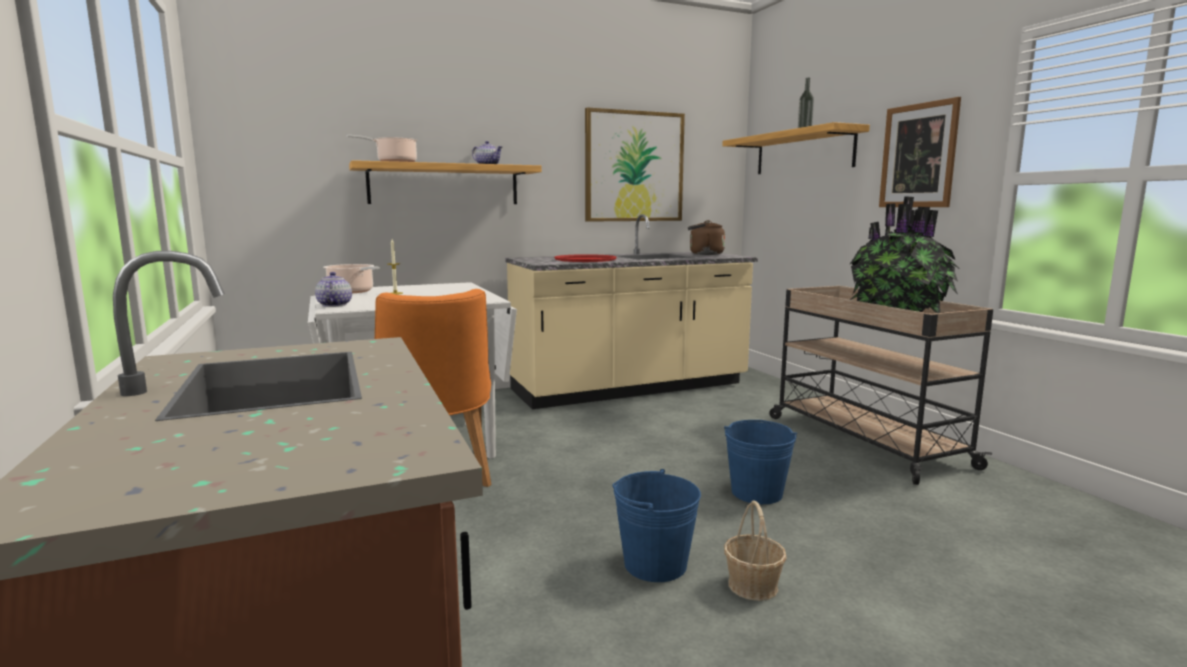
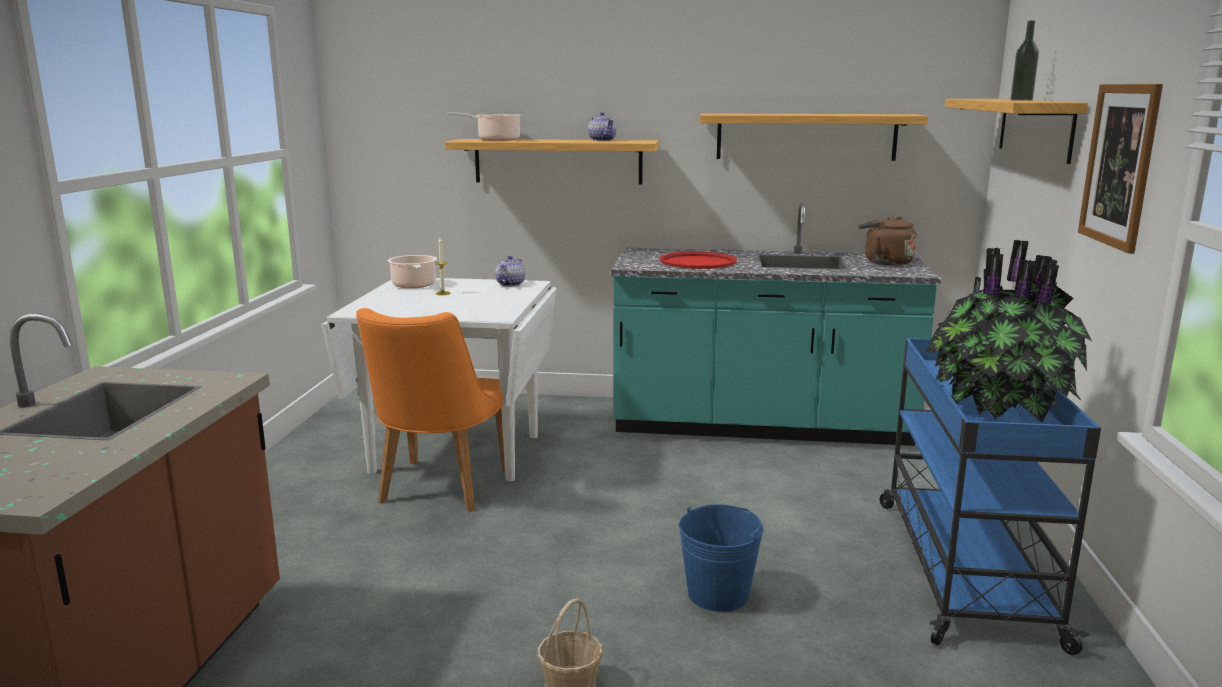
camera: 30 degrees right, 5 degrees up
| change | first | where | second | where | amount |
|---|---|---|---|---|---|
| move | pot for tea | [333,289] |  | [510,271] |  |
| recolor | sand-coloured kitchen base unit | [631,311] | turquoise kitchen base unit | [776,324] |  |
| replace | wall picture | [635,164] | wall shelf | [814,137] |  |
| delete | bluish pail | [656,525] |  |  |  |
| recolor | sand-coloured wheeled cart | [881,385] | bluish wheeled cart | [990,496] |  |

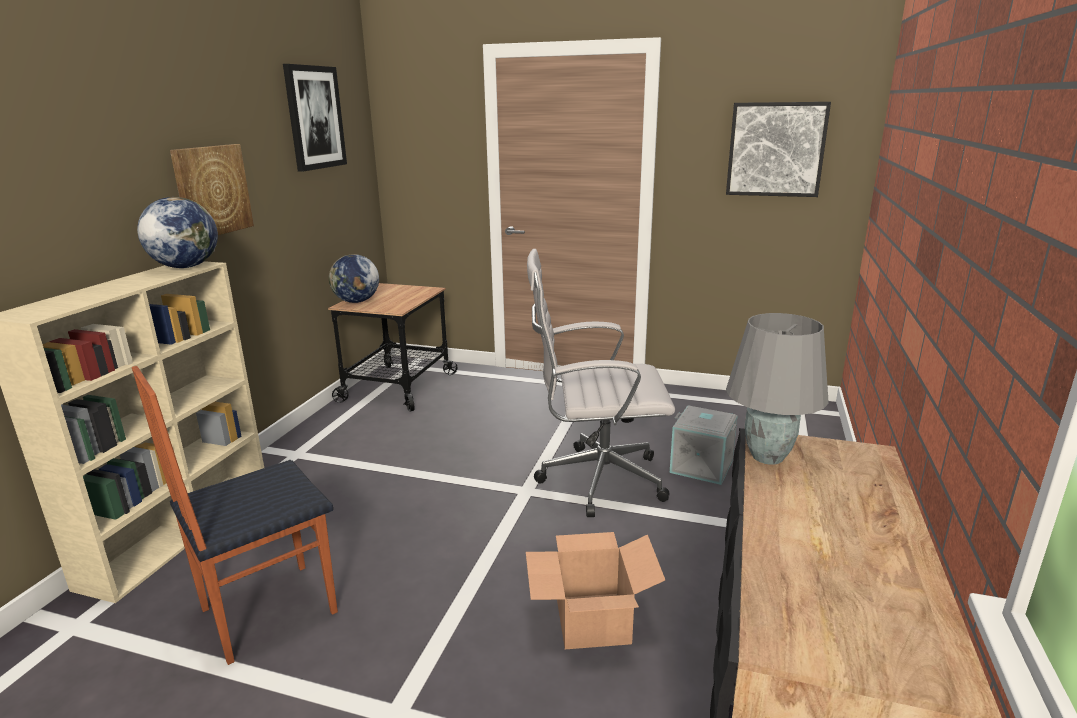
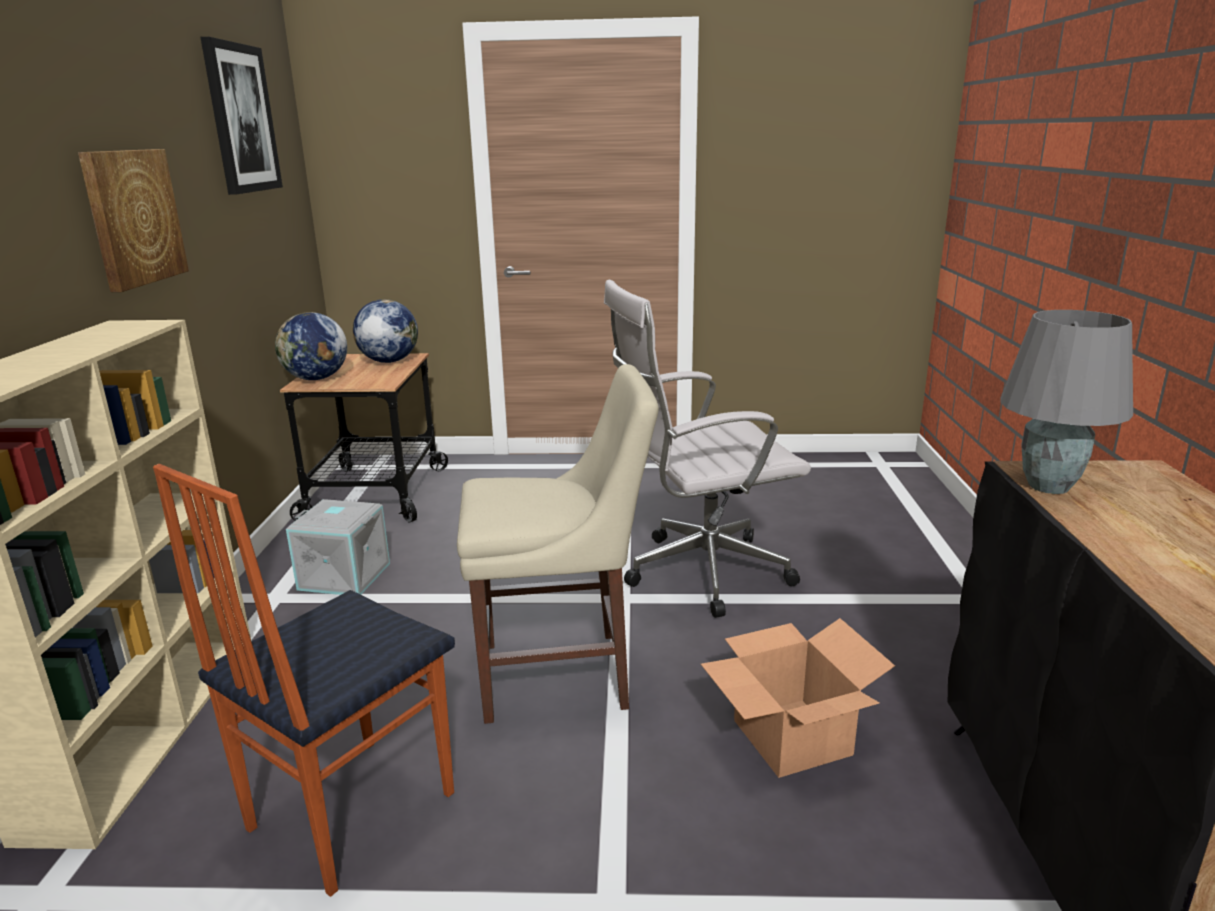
camera: 15 degrees left, 0 degrees up
| change | first | where | second | where | amount |
|---|---|---|---|---|---|
| move | globe | [177,232] |  | [385,331] |  |
| move | gray storage container | [703,445] |  | [338,547] |  |
| delete | wall picture | [778,149] |  |  |  |
| insert |  |  | sand-coloured chair | [558,544] |  |

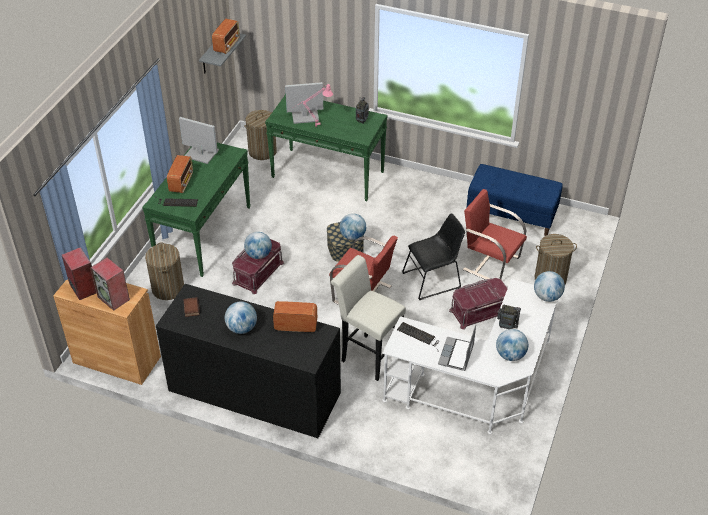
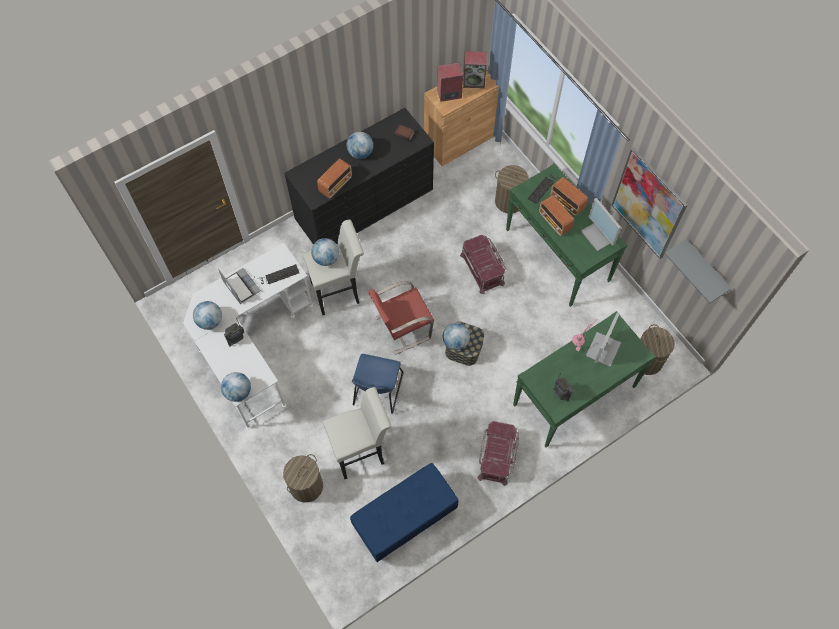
camera: 125 degrees right, 20 degrees up
| change | first | where | second | where | amount |
|---|---|---|---|---|---|
| rotate | computer display | [199,140] |  | [601,224] | 90 degrees clockwise |
| move | radio set | [226,36] |  | [556,215] |  |
| move | globe | [258,245] |  | [325,252] |  |
| recolor | black chair | [433,256] | bluish chair | [378,384] |  |
| move | red-coloured storage container | [478,304] |  | [498,453] |  |
| replace | red-coloured chair | [495,234] | whitish stool seat | [357,433] |  |
| insert |  |  | wall picture | [649,203] |  |

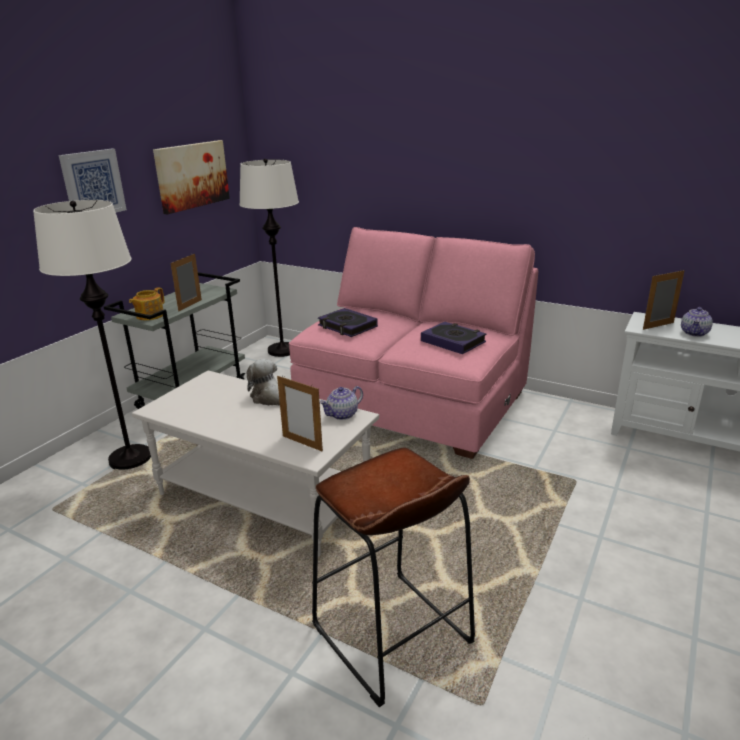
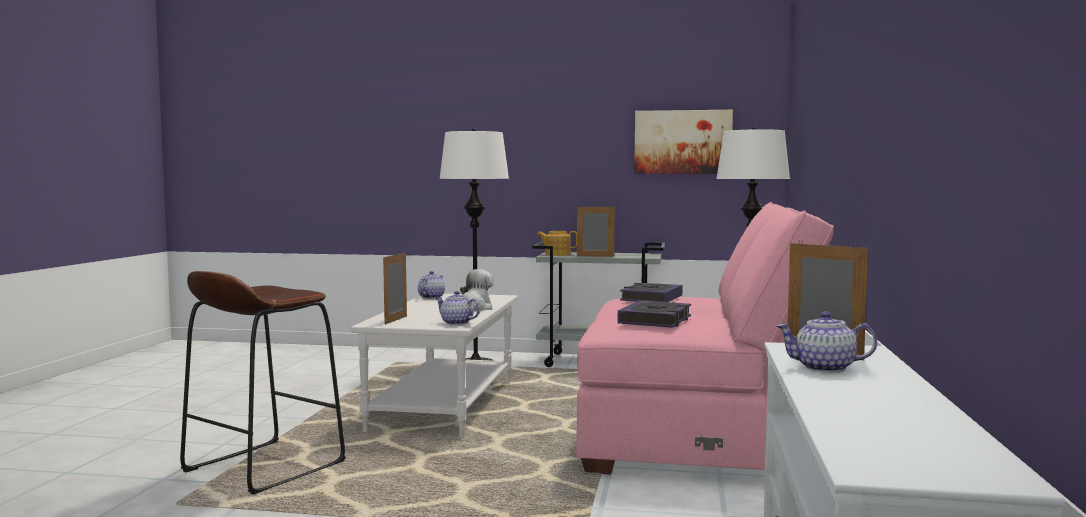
camera: 70 degrees right, 20 degrees down
| change | first | where | second | where | amount |
|---|---|---|---|---|---|
| delete | wall picture | [93,180] |  |  |  |
| insert |  |  | pot for tea | [431,285] |  |

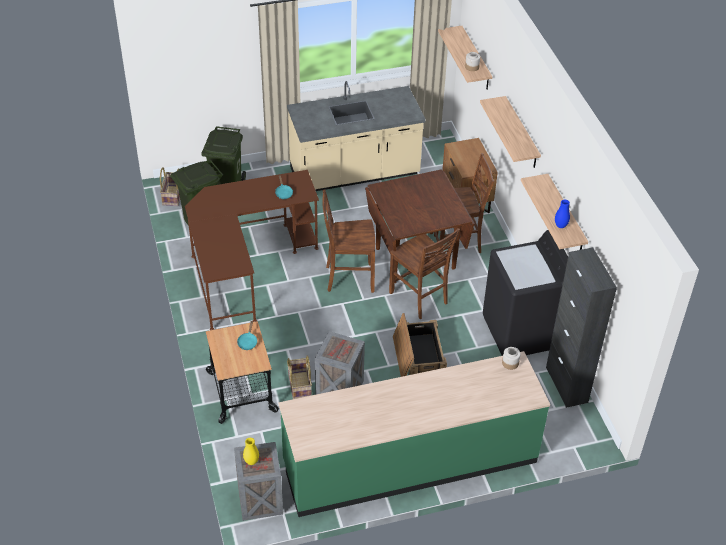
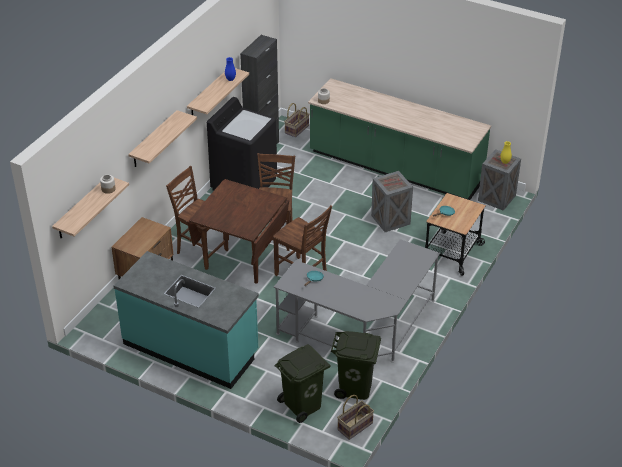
camera: 135 degrees left, 5 degrees down
| change | first | where | second | where | amount |
|---|---|---|---|---|---|
| recolor | brown-coloured desk | [252,250] | gray desk | [357,301] |  |
| recolor | sand-coloured kitchen base unit | [356,136] | turquoise kitchen base unit | [186,320] |  |
| move | basket | [299,377] |  | [296,120] |  |
| delete | shipping crate | [420,345] |  |  |  |

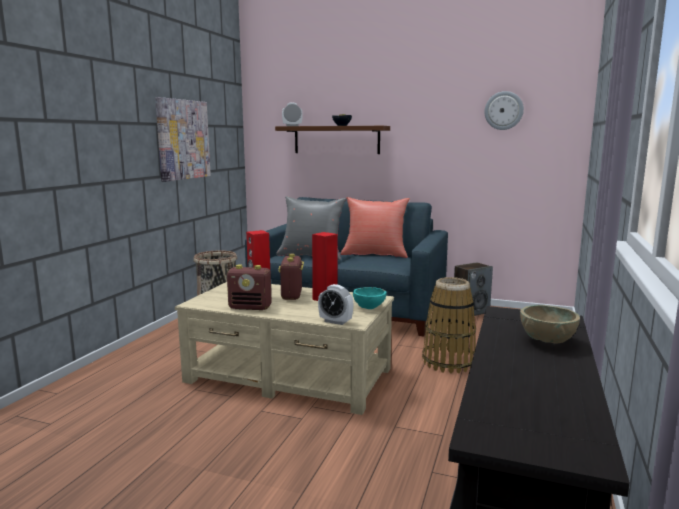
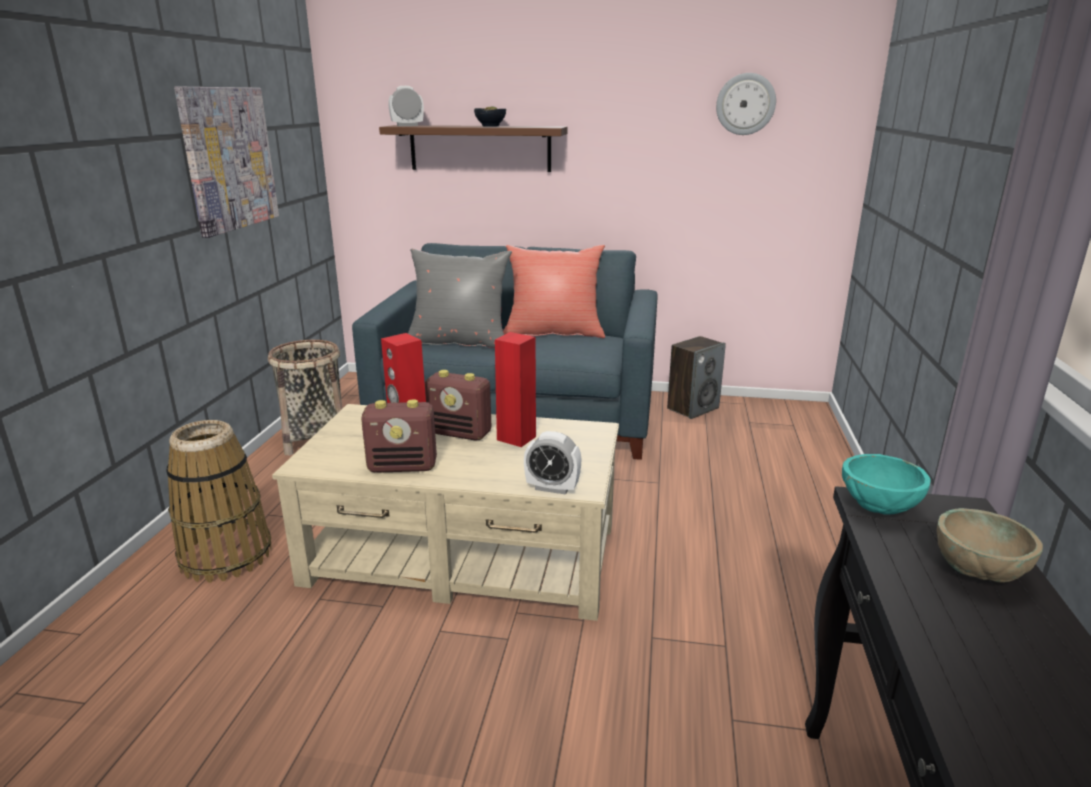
camera: 10 degrees left, 10 degrees up
| change | first | where | second | where | amount |
|---|---|---|---|---|---|
| rotate | radio set | [291,276] |  | [458,405] | 60 degrees counterclockwise |
| move | turquoise bowl | [369,298] |  | [886,484] |  |
| move | basket | [449,325] |  | [218,501] |  |

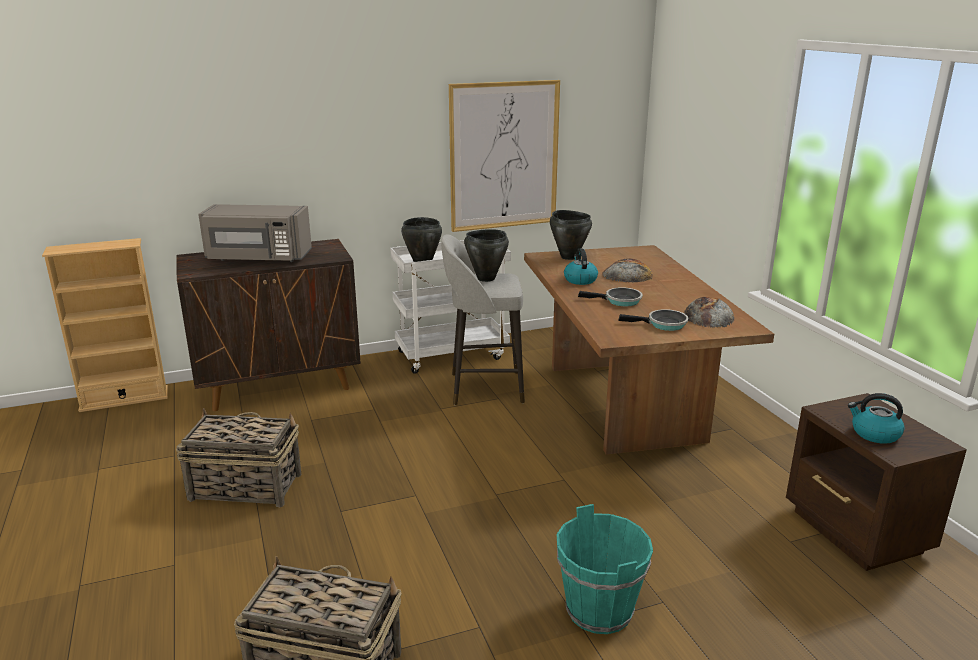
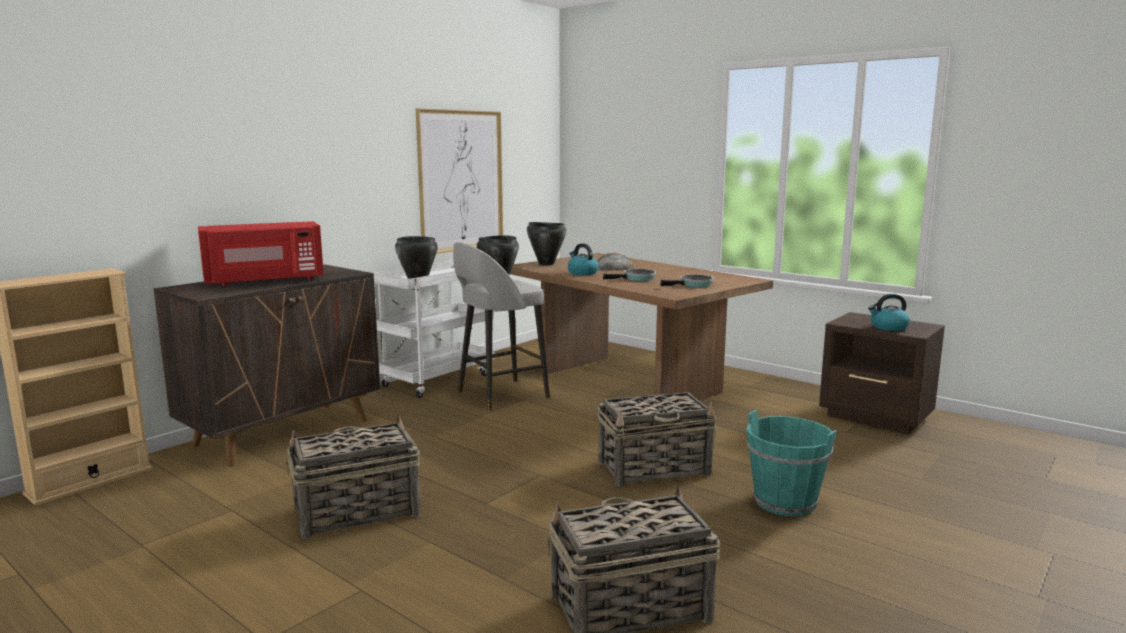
camera: 30 degrees left, 10 degrees down
| change | first | where | second | where | amount |
|---|---|---|---|---|---|
| recolor | gray kitchen microwave | [255,233] | red-coloured kitchen microwave | [261,253] |  |
| delete | baked bread | [709,312] |  |  |  |
| insert |  |  | basket | [657,439] |  |

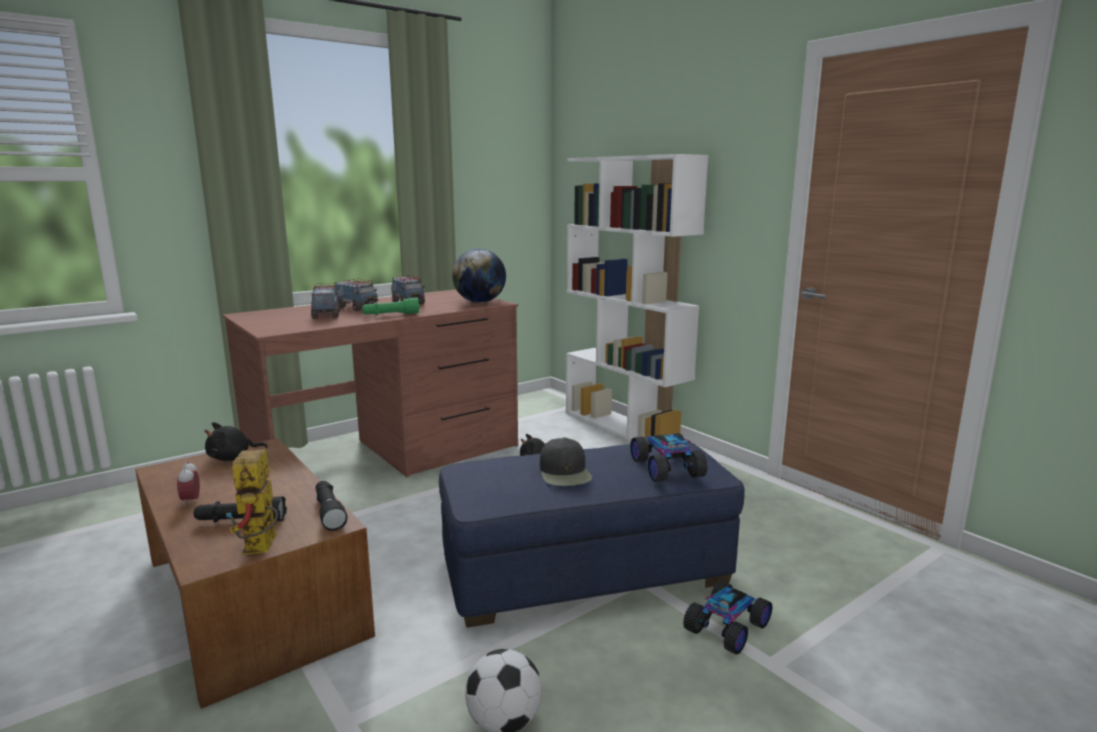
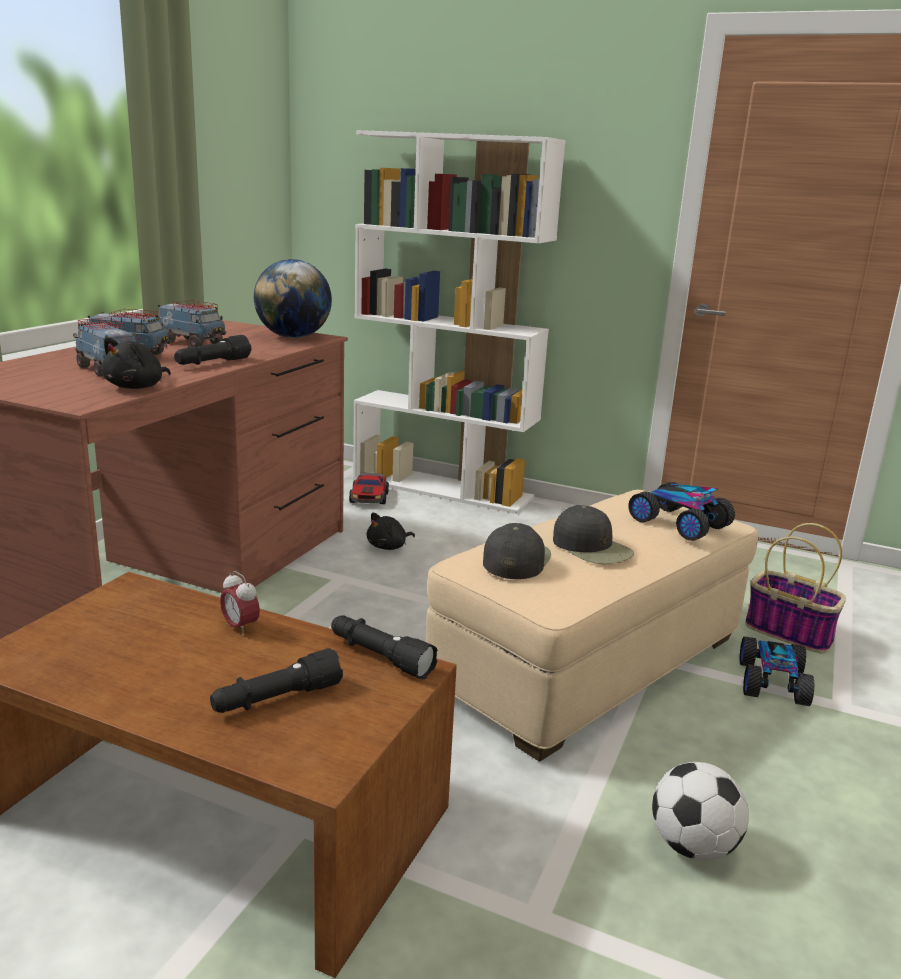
camera: 30 degrees left, 5 degrees up
| change | first | where | second | where | amount |
|---|---|---|---|---|---|
| move | table clock | [188,484] |  | [240,603] |  |
| move | black cuddly toy | [236,441] |  | [136,363] |  |
| delete | toy robot | [251,502] |  |  |  |
| recolor | green-coloured torch | [391,306] | black torch | [212,350] |  |
| recolor | bluish ottoman | [592,535] | sand-coloured ottoman | [592,626] |  |
| insert |  |  | model car | [369,488] |  |
| insert |  |  | black baseball cap | [517,551] |  |
| insert |  |  | basket | [795,588] |  |

